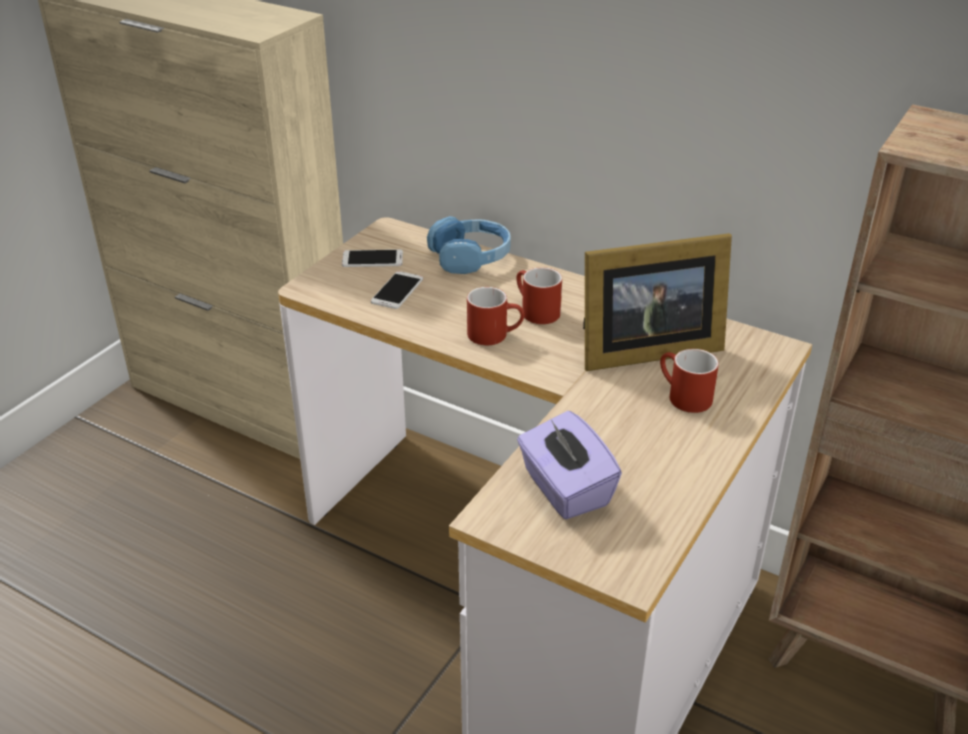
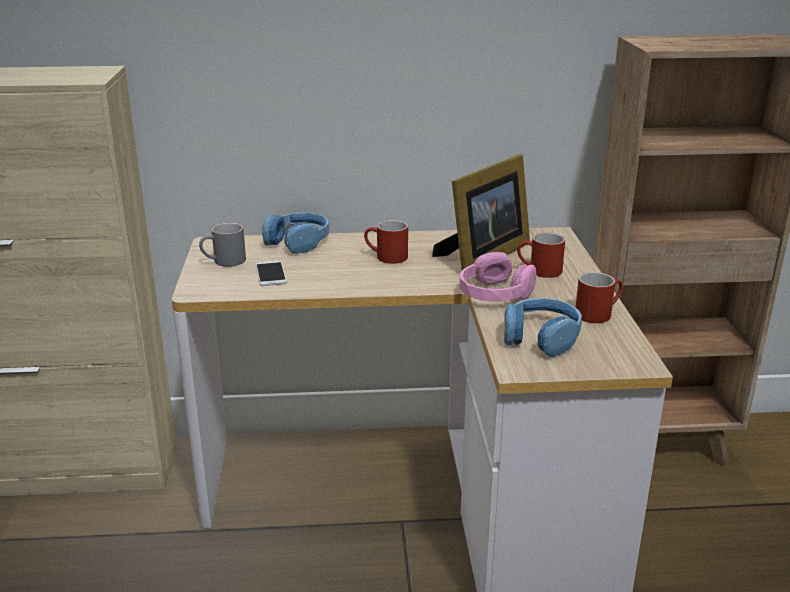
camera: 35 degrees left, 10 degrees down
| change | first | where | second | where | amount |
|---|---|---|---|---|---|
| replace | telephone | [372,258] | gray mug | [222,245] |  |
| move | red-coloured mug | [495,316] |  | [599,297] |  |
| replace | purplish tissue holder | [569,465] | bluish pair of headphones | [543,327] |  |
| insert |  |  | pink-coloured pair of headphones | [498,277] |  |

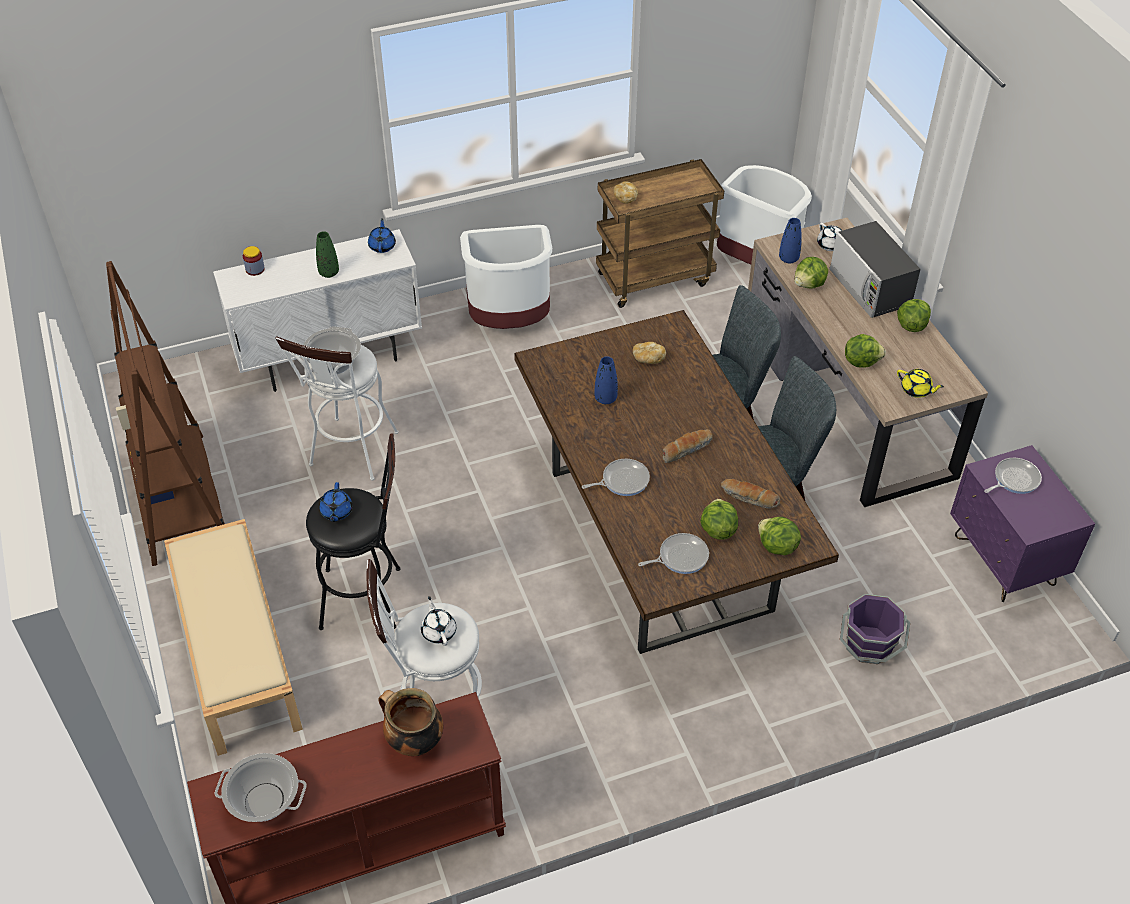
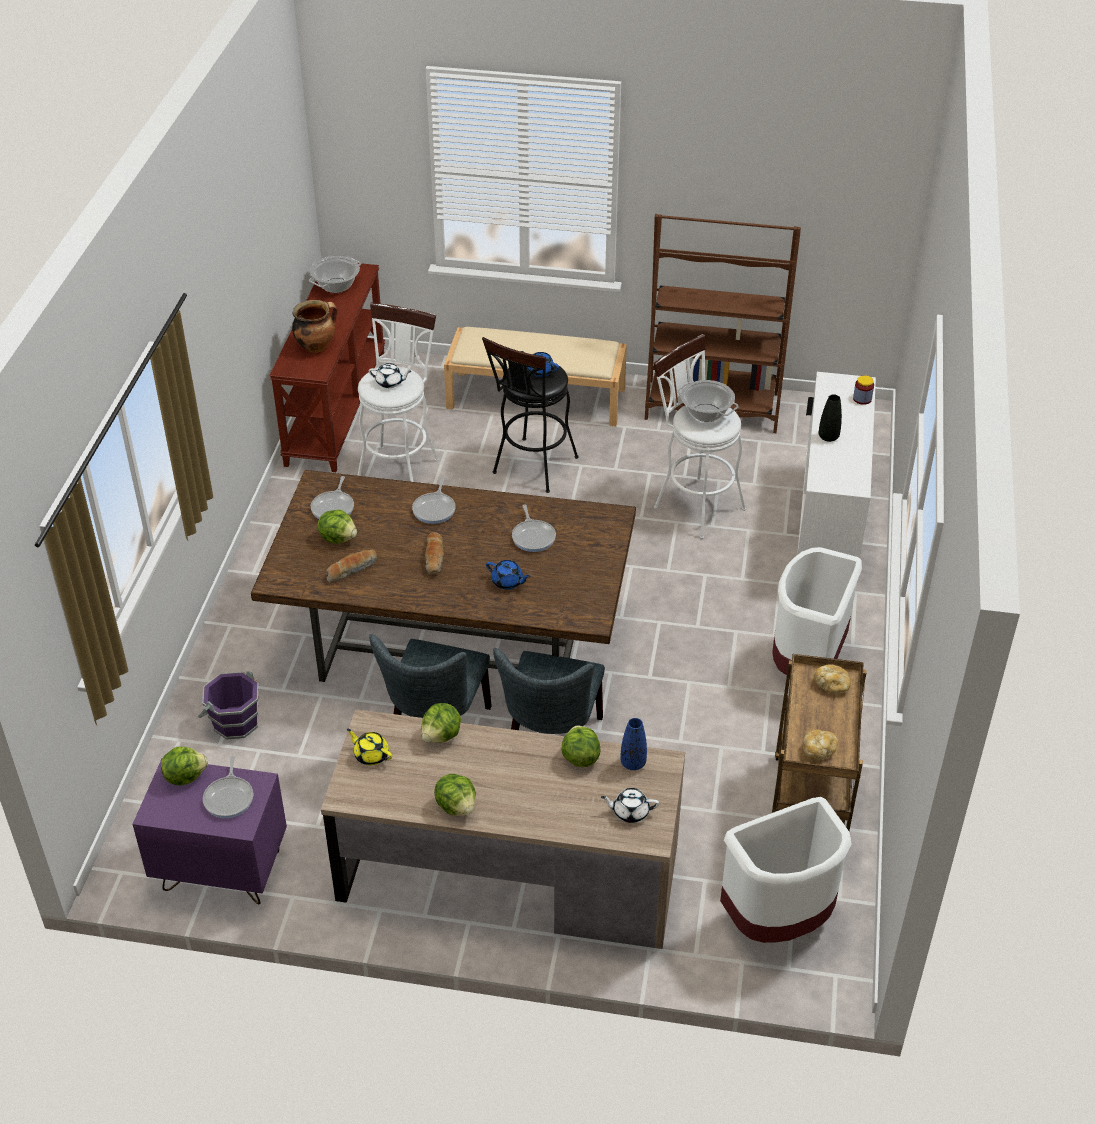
camera: 120 degrees right, 5 degrees down
| change | first | where | second | where | amount |
|---|---|---|---|---|---|
| recolor | green-coloured vase | [327,254] | black vase | [830,418] |  |
| move | bluish pot for tea | [382,235] |  | [508,574] |  |
| replace | bluish vase | [606,380] | pan | [534,528] |  |
| move | baked bread | [649,353] |  | [820,744] |  |
| move | lettuce | [779,536] |  | [184,766] |  |
| delete | kitchen microwave | [875,269] |  |  |  |
| rotate | yellowish pot for tea | [920,383] |  | [369,747] | 60 degrees clockwise |

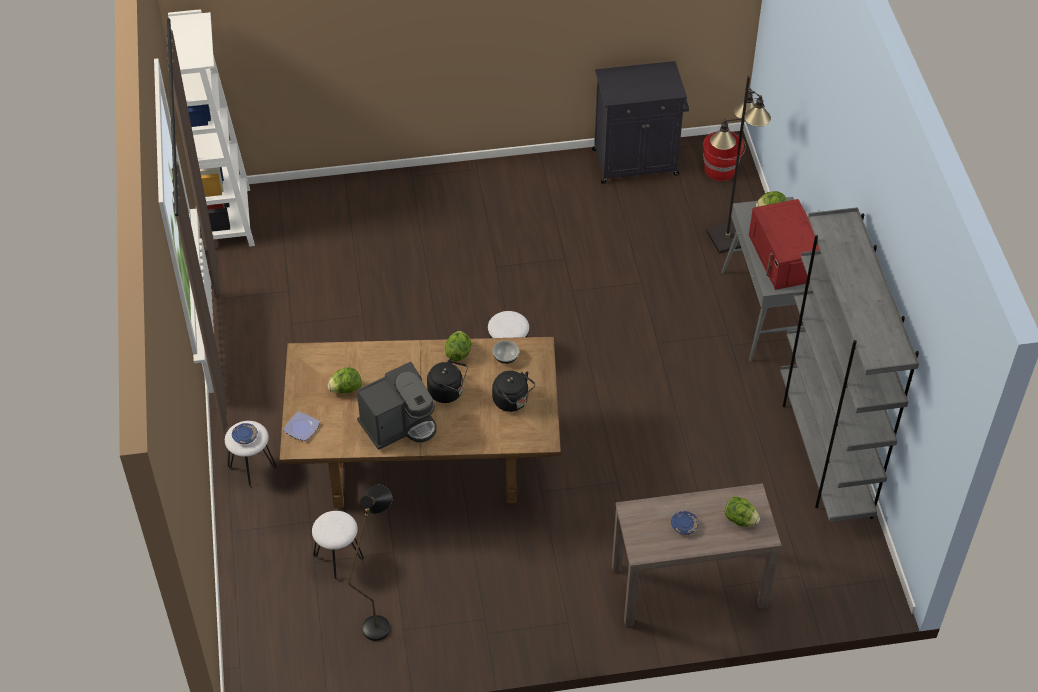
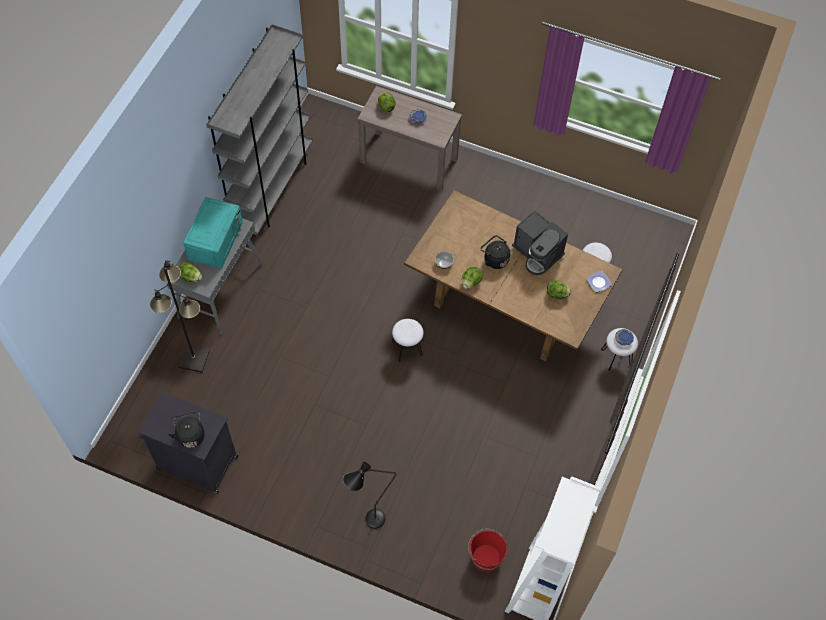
camera: 150 degrees left, 10 degrees up
| change | first | where | second | where | amount |
|---|---|---|---|---|---|
| move | black standing lamp | [370,563] |  | [370,495] |  |
| rotate | coffee brewer | [396,406] |  | [540,242] | 135 degrees counterclockwise |
| move | black kettle | [513,391] |  | [186,430] |  |
| move | red-coloured pail | [724,156] |  | [487,550] |  |
| recolor | red-coloured kitchen microwave | [784,244] | turquoise kitchen microwave | [213,233] |  |

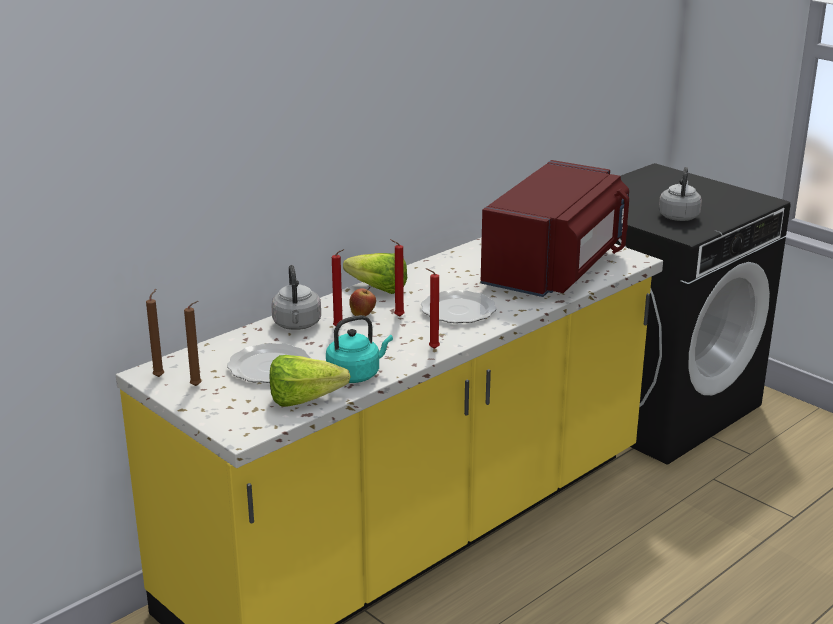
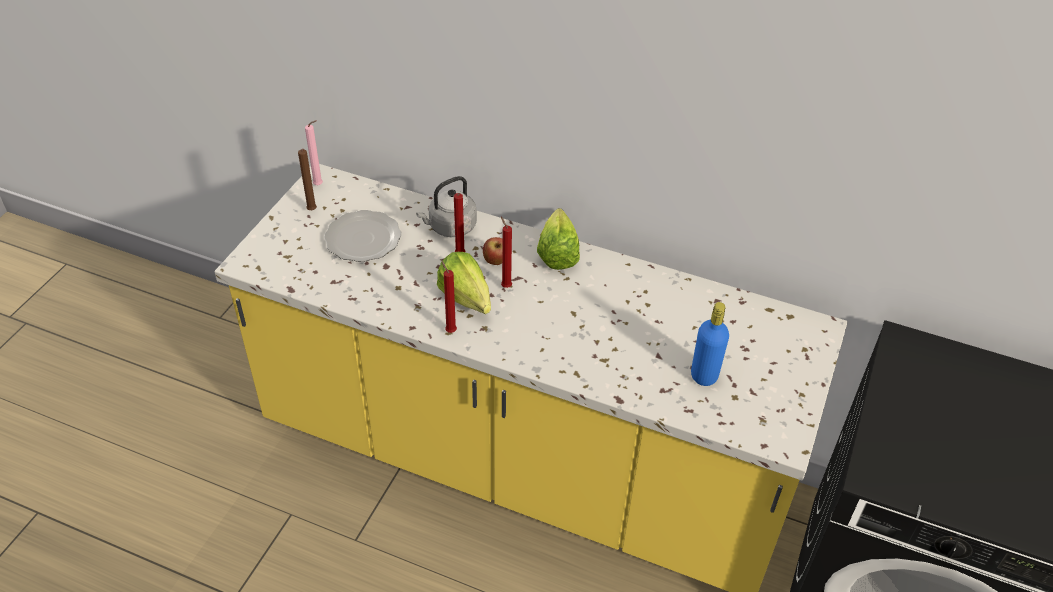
camera: 65 degrees right, 20 degrees up
| change | first | where | second | where | amount |
|---|---|---|---|---|---|
| recolor | brown-coloured wax light | [155,333] | pink-coloured wax light | [314,152] |  |
| move | lettuce | [310,380] |  | [464,283] |  |
| delete | turquoise kettle | [359,349] |  |  |  |
| delete | dinner plate | [458,306] |  |  |  |
| replace | red-coloured kitchen microwave | [554,228] | bluish beverage bottle | [710,344] |  |
| delete | gray kettle | [680,194] |  |  |  |

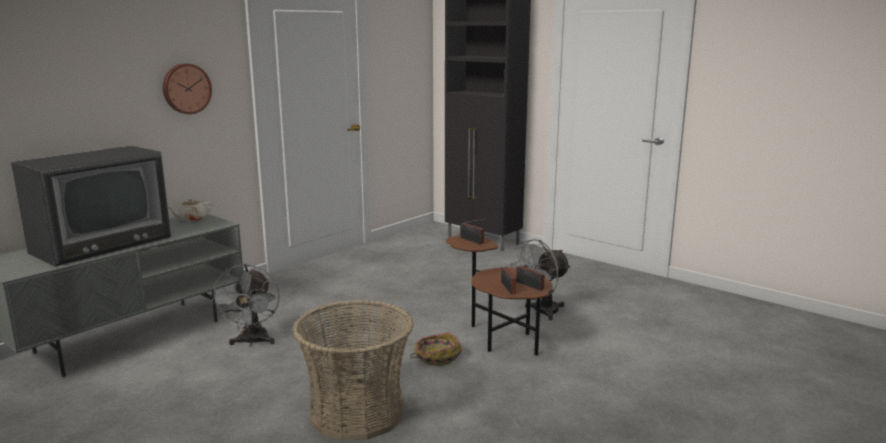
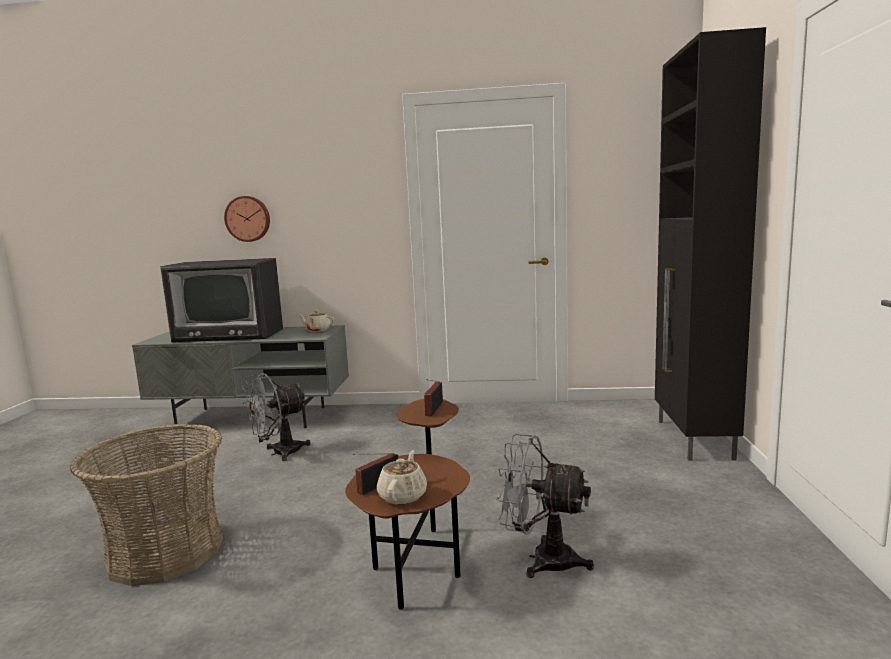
camera: 55 degrees right, 5 degrees down
| change | first | where | second | where | amount |
|---|---|---|---|---|---|
| move | wall clock | [187,89] |  | [247,219] |  |
| delete | basket | [436,349] |  |  |  |
| replace | radio set | [531,277] | sand-coloured pot for tea | [402,477] |  |

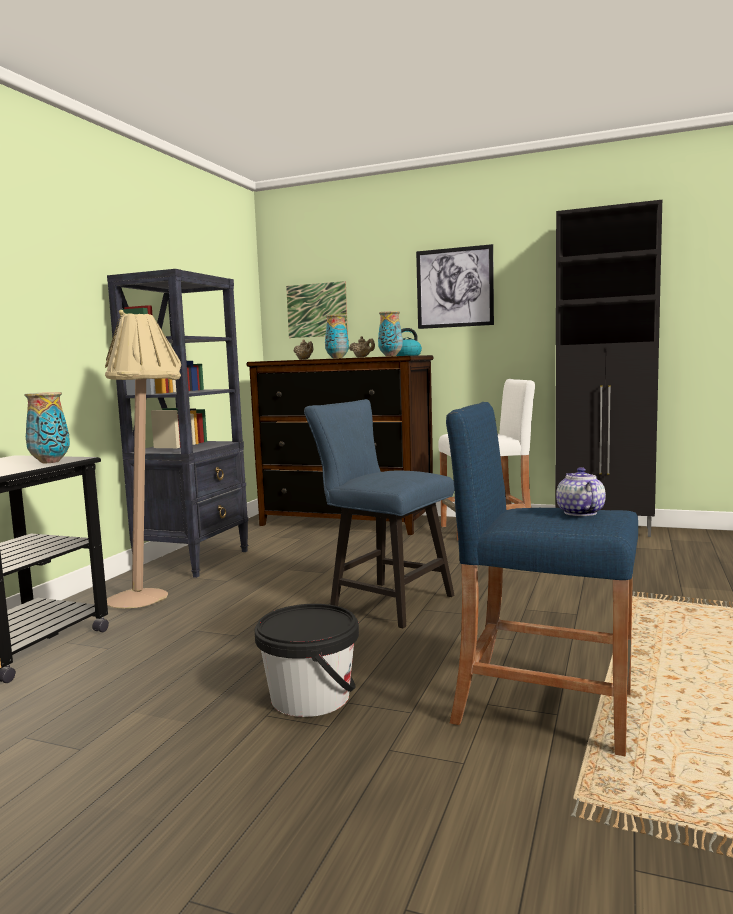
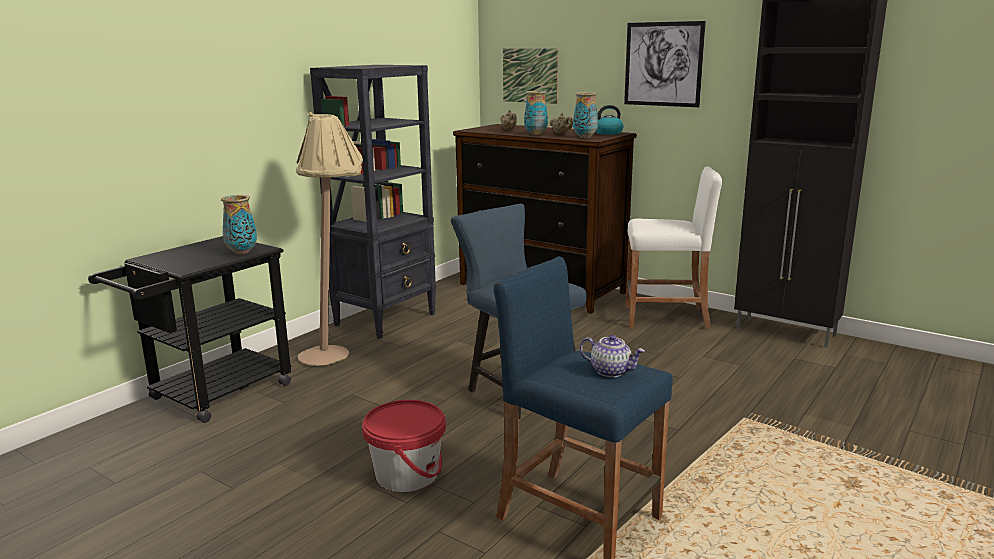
camera: 15 degrees right, 10 degrees up
| change | first | where | second | where | amount |
|---|---|---|---|---|---|
| recolor | black pail | [307,660] | red-coloured pail | [404,446] |  |
| rotate | pot for tea | [581,491] |  | [612,356] | 105 degrees clockwise |

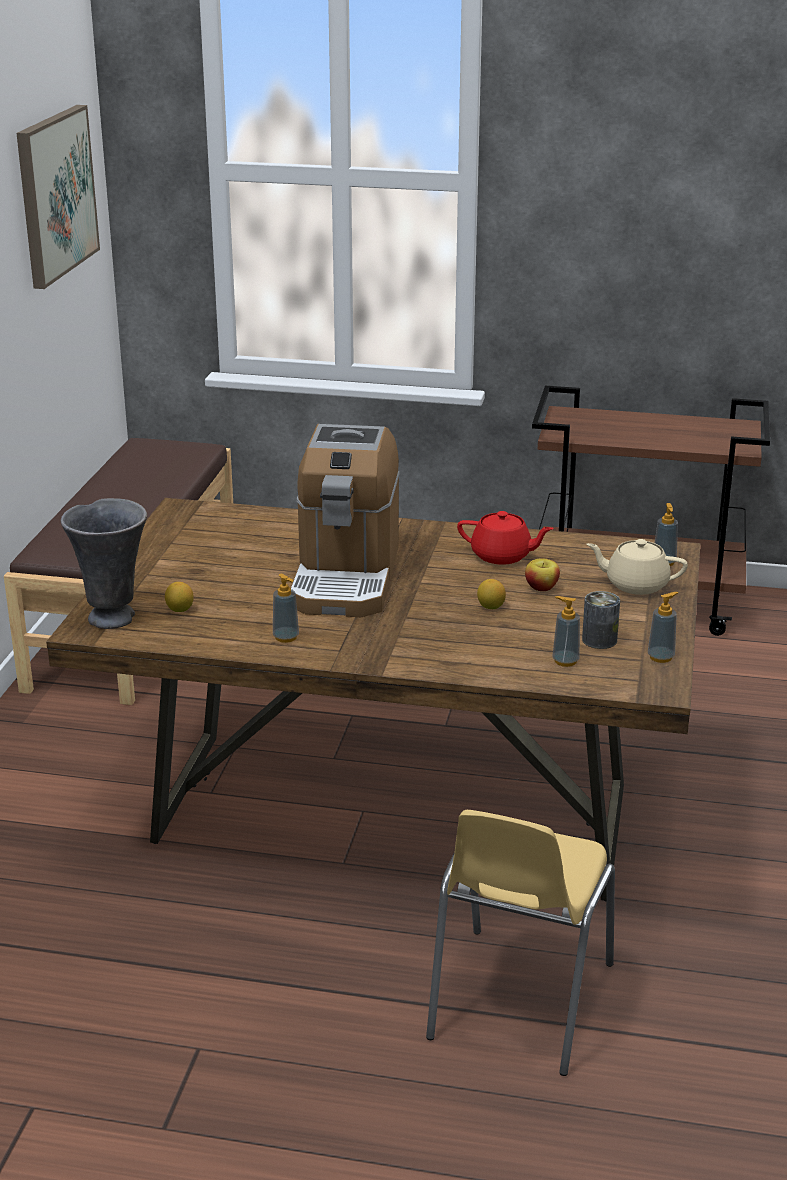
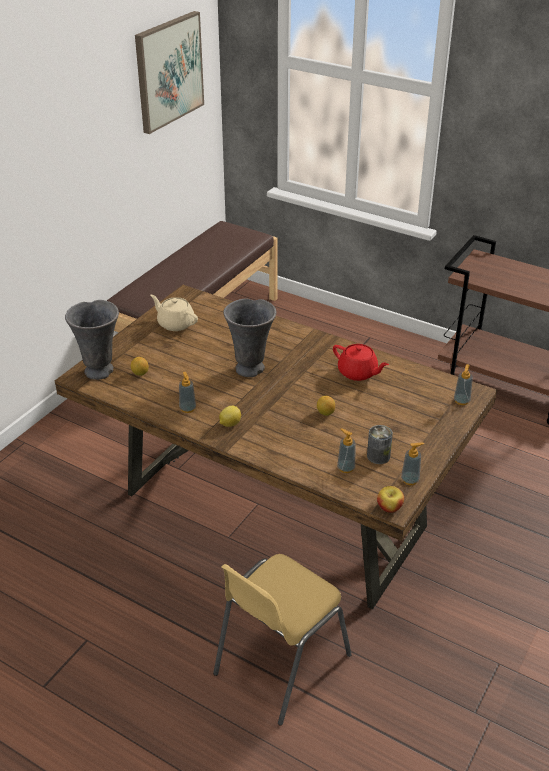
camera: 20 degrees right, 10 degrees up
| change | first | where | second | where | amount |
|---|---|---|---|---|---|
| replace | coffee brewer | [345,520] | gray vase | [249,337] |  |
| move | apple | [542,574] |  | [390,499] |  |
| move | sand-coloured pot for tea | [637,567] |  | [174,313] |  |
| insert |  |  | citrus fruit | [230,416] |  |

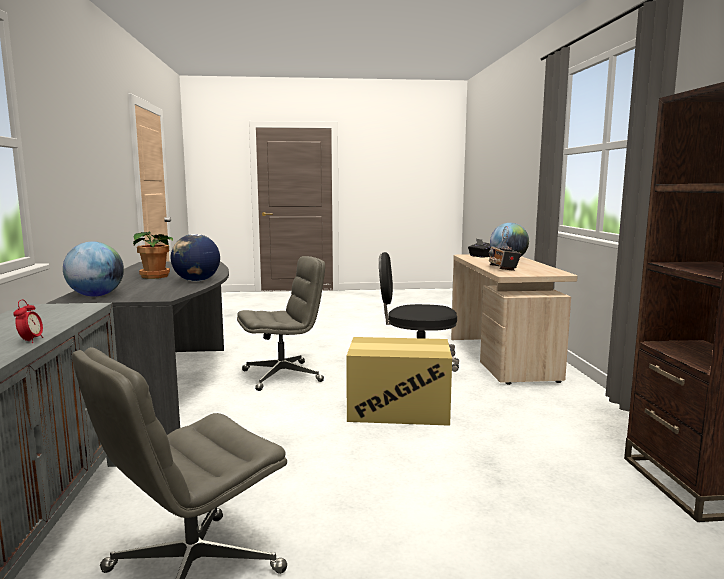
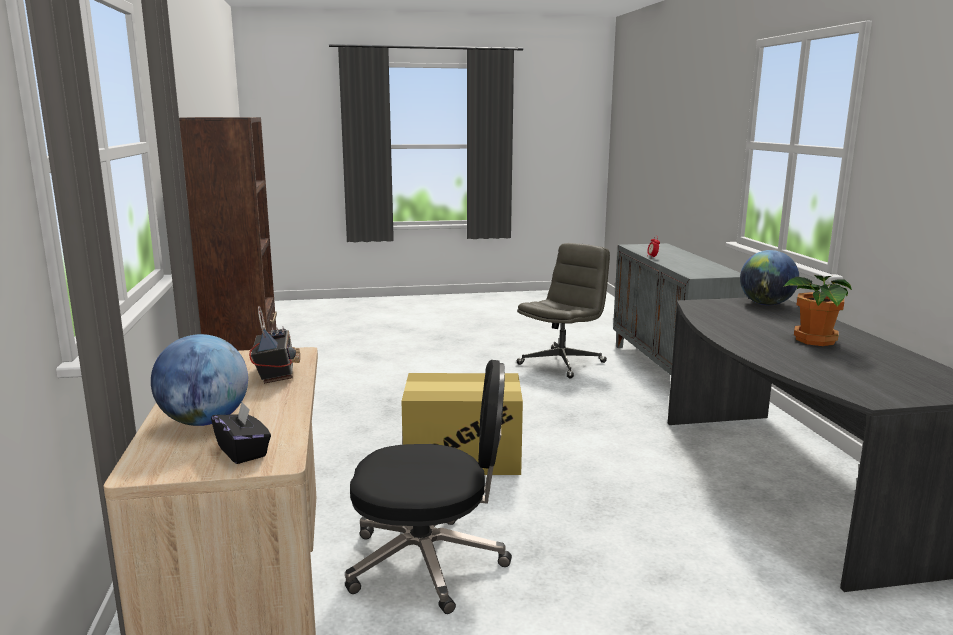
camera: 175 degrees right, 5 degrees up
| change | first | where | second | where | amount |
|---|---|---|---|---|---|
| delete | globe | [195,258] |  |  |  |
| delete | gray computer chair | [281,323] |  |  |  |

